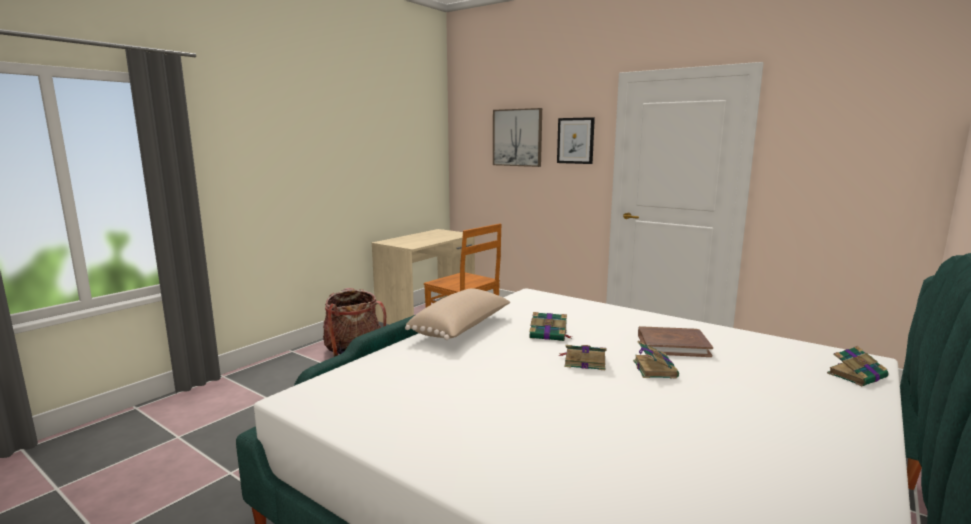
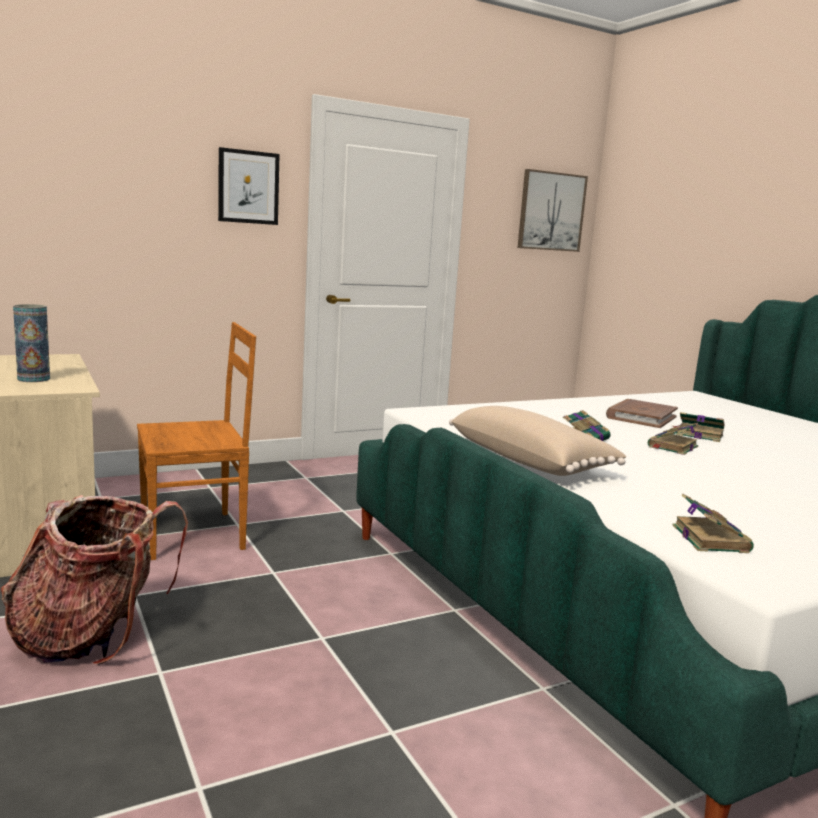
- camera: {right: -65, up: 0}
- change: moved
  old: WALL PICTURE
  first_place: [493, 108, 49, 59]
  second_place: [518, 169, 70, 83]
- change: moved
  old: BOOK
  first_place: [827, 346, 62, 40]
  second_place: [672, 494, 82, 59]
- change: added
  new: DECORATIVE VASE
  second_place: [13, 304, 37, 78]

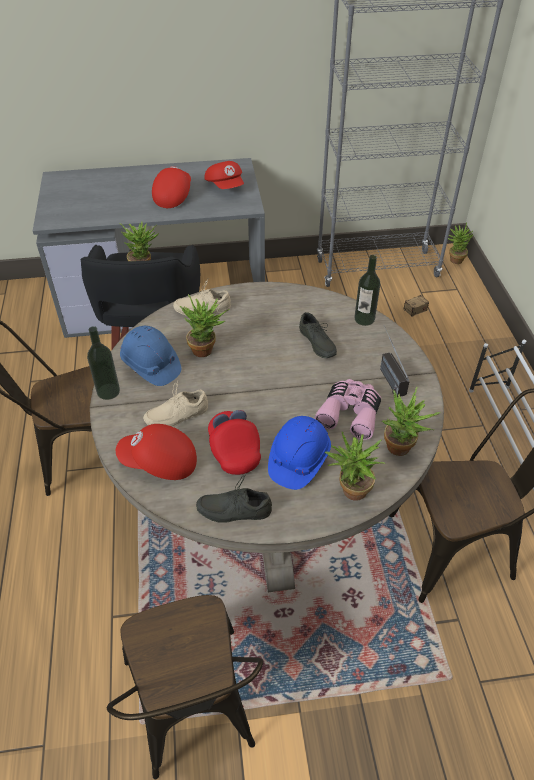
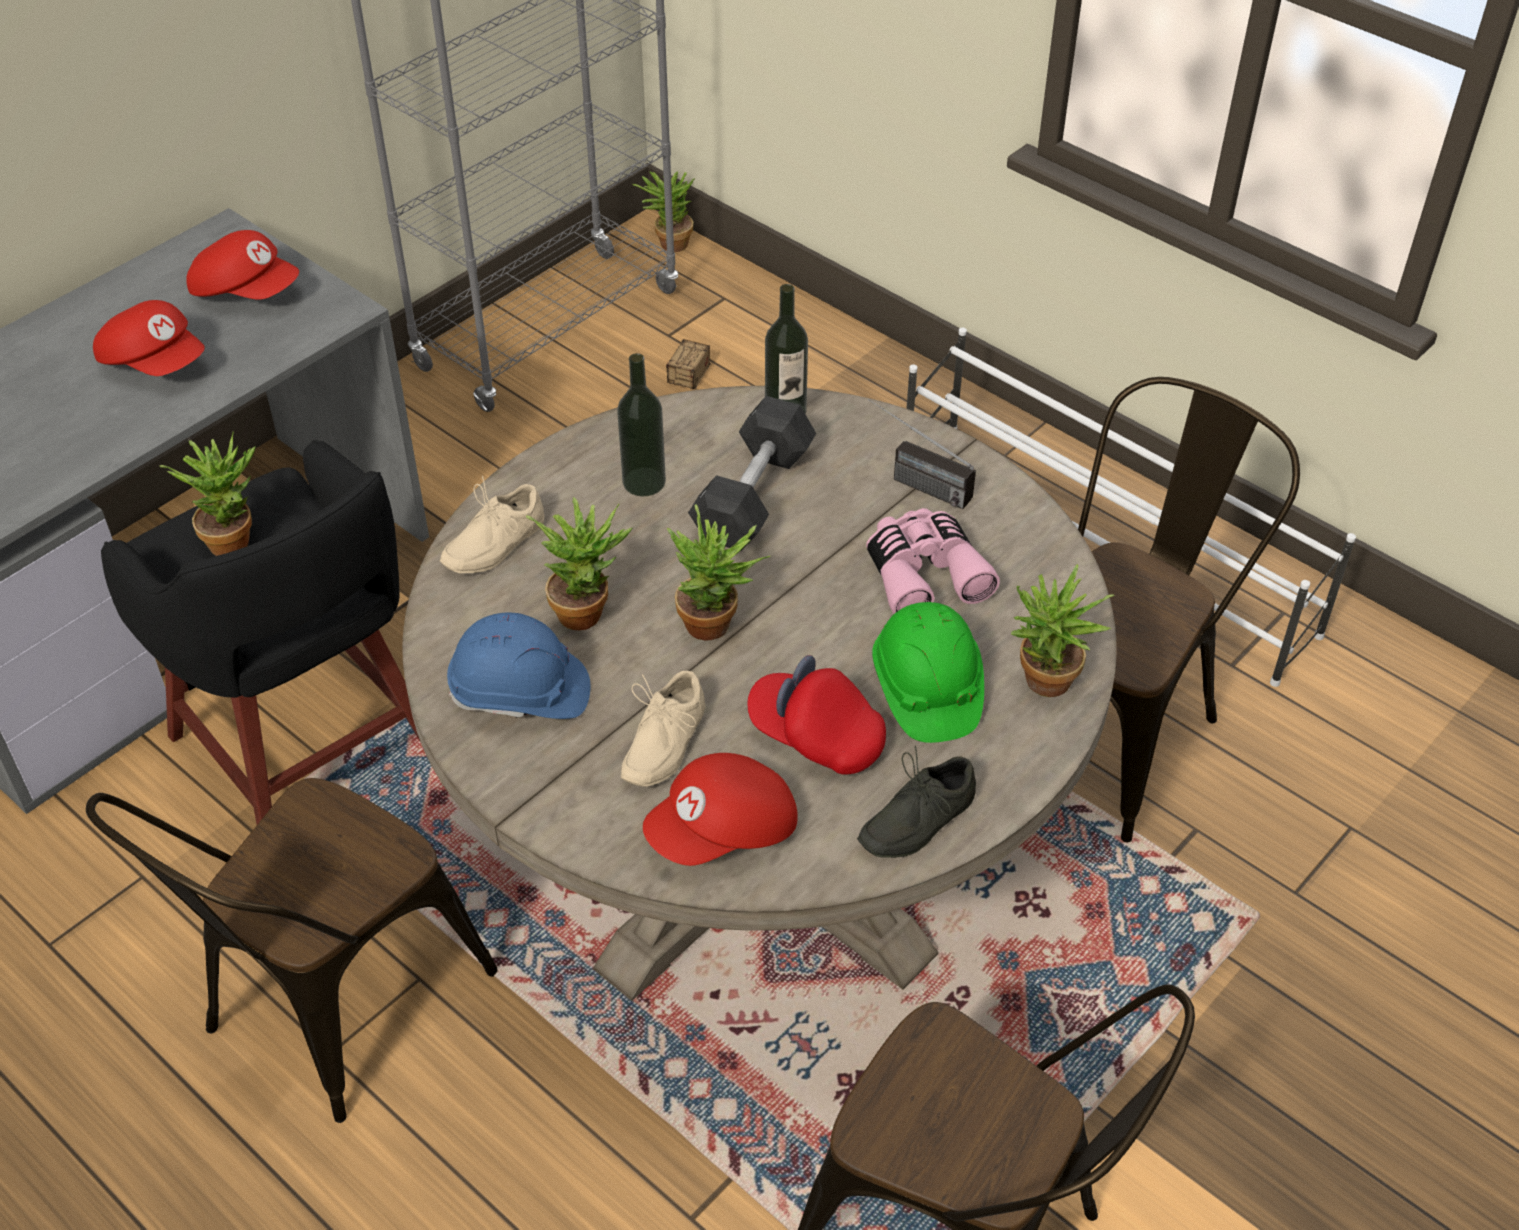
- camera: {right: -40, up: 0}
- change: moved
  old: BEVERAGE BOTTLE
  first_place: [87, 326, 33, 74]
  second_place: [617, 353, 49, 143]
- change: turned
  old: RED BASEBALL CAP
  first_place: [152, 166, 39, 42]
  second_place: [93, 300, 112, 76]
  degrees: 150
- change: recoloured
  old: BLUE WORK HELMET
  new: GREEN WORK HELMET
  first_place: [268, 416, 63, 74]
  second_place: [872, 602, 112, 141]
- change: replaced
  old: GRAY ITEM OF FOOTWEAR
  new: BLACK-COLOURED DUMBBELL
  first_place: [299, 312, 38, 46]
  second_place: [688, 396, 128, 155]
- change: moved
  old: POTTED PLANT
  first_place: [382, 387, 59, 69]
  second_place: [667, 504, 103, 136]

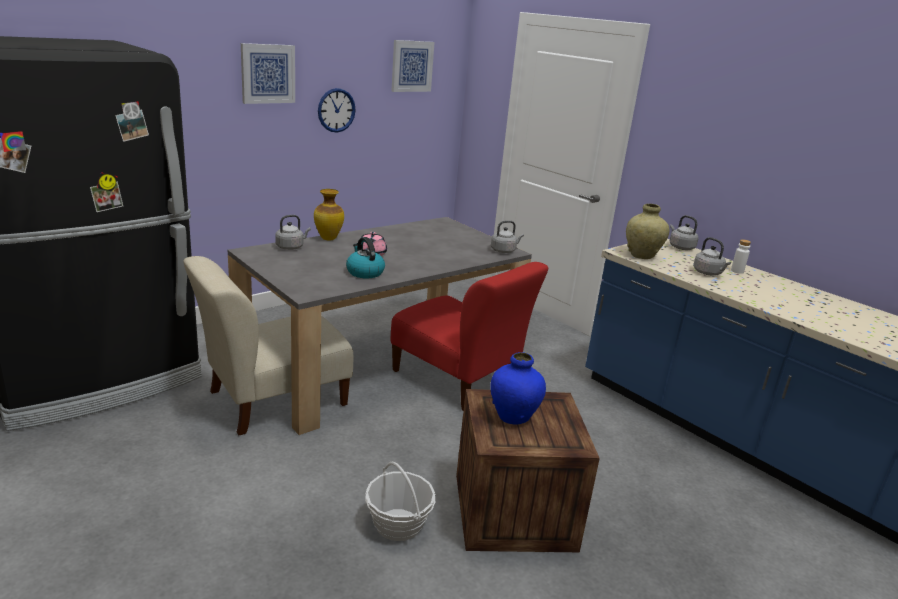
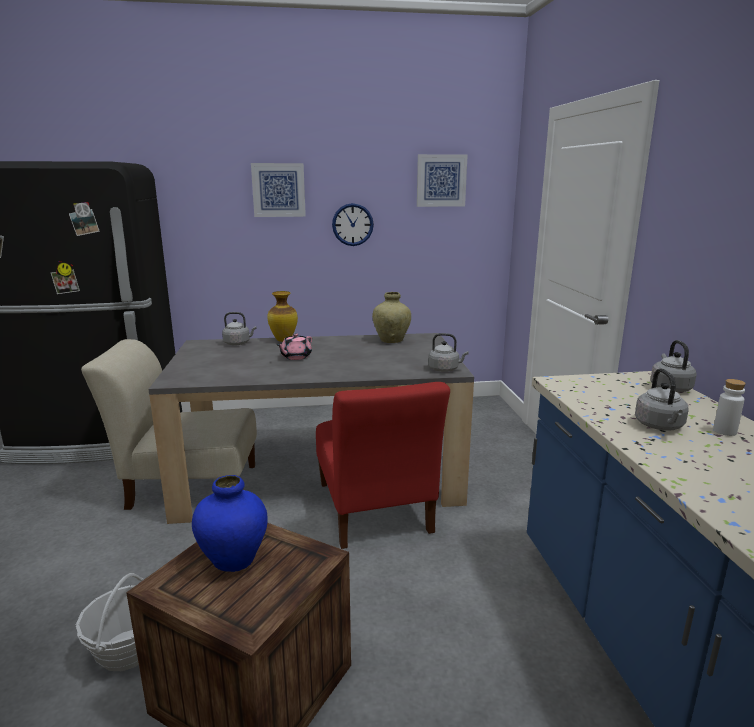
- camera: {right: 35, up: -5}
- change: removed
  old: KETTLE
  first_place: [346, 237, 39, 41]
- change: moved
  old: BEIGE-COLOURED DECORATIVE VASE
  first_place: [626, 204, 43, 55]
  second_place: [372, 292, 39, 51]

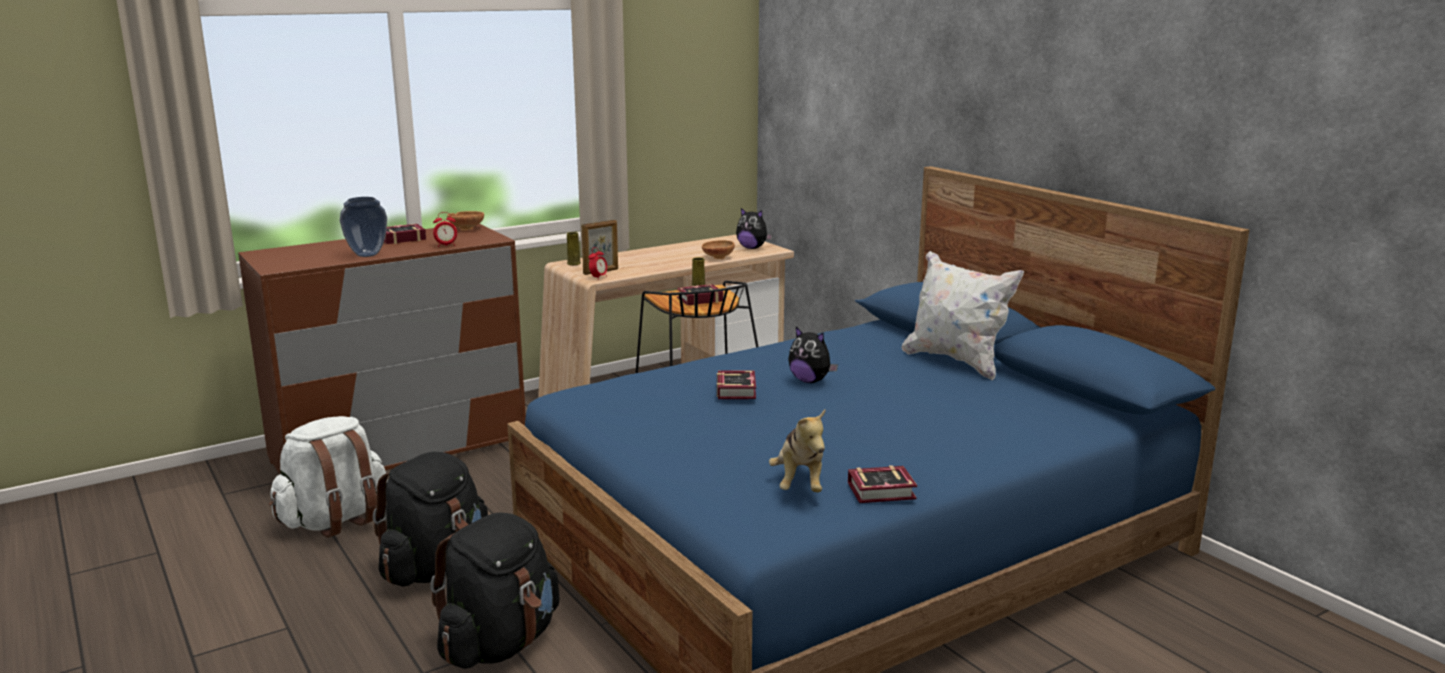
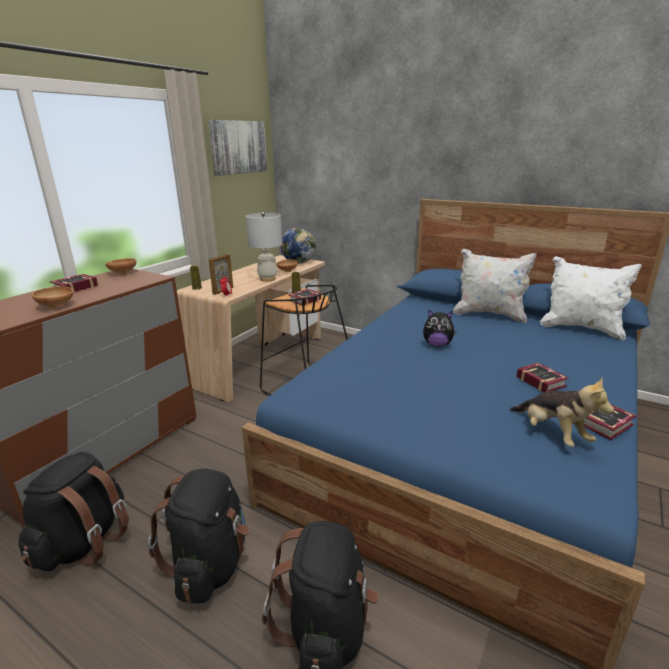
- camera: {right: -25, up: 5}
- change: recoloured
  old: WHITISH BACKPACK
  new: BLACK-COLOURED BACKPACK
  first_place: [269, 416, 119, 122]
  second_place: [19, 452, 110, 119]
- change: replaced
  old: DECORATIVE VASE
  new: BROWNISH DEEP DISH
  first_place: [340, 197, 47, 60]
  second_place: [32, 286, 41, 22]
- change: removed
  old: BEDSIDE CLOCK
  first_place: [433, 212, 24, 35]
- change: moved
  old: BOOK
  first_place: [717, 370, 39, 29]
  second_place: [516, 363, 53, 29]
- change: replaced
  old: CUDDLY TOY
  new: GLOBE
  first_place: [736, 208, 37, 41]
  second_place: [280, 228, 36, 36]
- change: added
  new: WALL PICTURE
  second_place: [208, 120, 59, 56]
- change: added
  new: WHITISH LAMP FOR A TABLE
  second_place: [246, 212, 36, 70]
- change: added
  new: WHITISH PILLOW
  second_place: [540, 256, 101, 84]

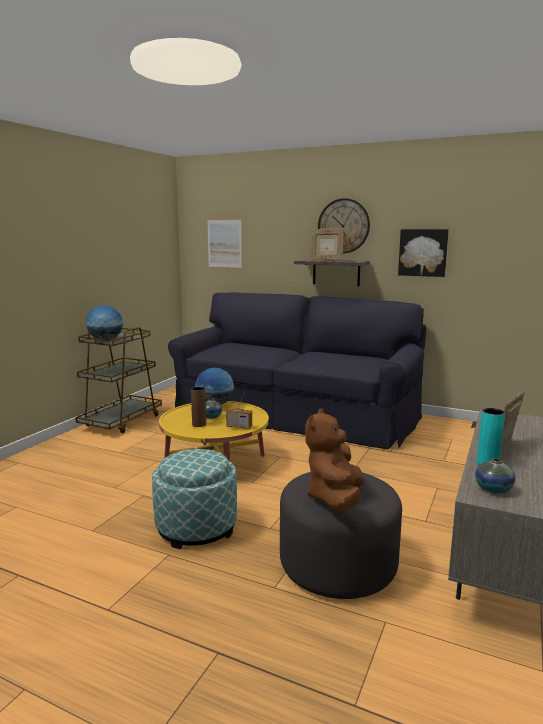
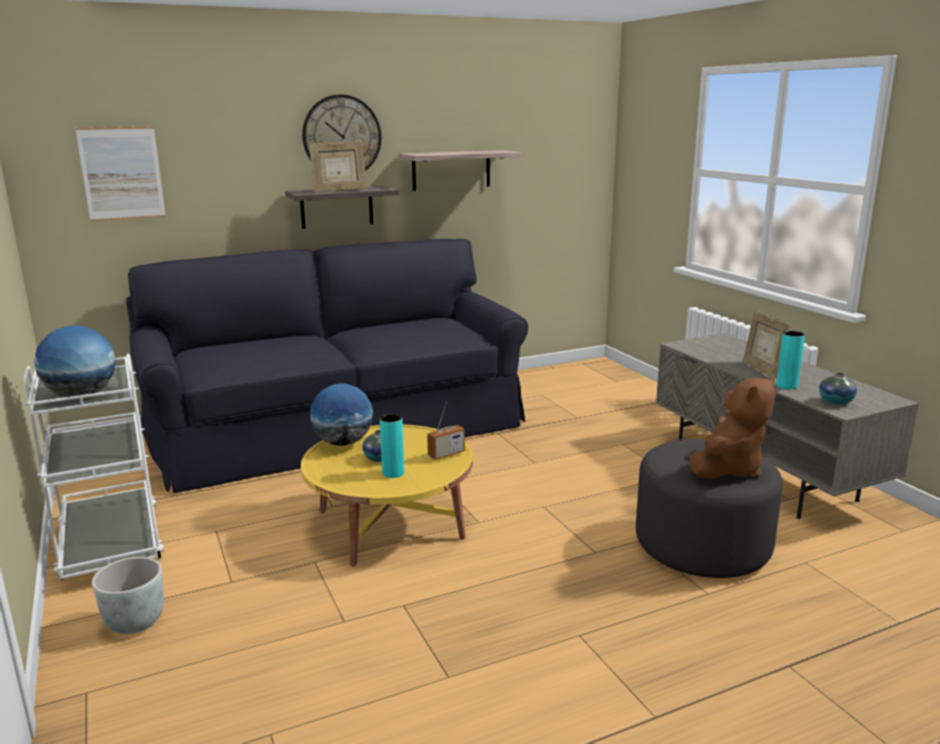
- camera: {right: -50, up: 5}
- change: recoloured
  old: BROWNISH CART
  new: WHITISH CART
  first_place: [75, 327, 87, 106]
  second_place: [24, 354, 140, 226]
- change: removed
  old: OTTOMAN
  first_place: [152, 449, 85, 100]
- change: recoloured
  old: BROWNISH DECORATIVE VASE
  new: BLUE-GREEN DECORATIVE VASE
  first_place: [191, 386, 15, 41]
  second_place: [380, 414, 24, 64]
- change: turned
  old: BROWNISH CUDDLY TOY
  first_place: [305, 409, 59, 102]
  second_place: [689, 376, 87, 103]
  degrees: -105
- change: replaced
  old: WALL PICTURE
  new: BRACKET SHELF
  first_place: [398, 229, 51, 48]
  second_place: [399, 150, 121, 41]
- change: added
  new: GRAY FLOWER POT
  second_place: [92, 557, 72, 77]

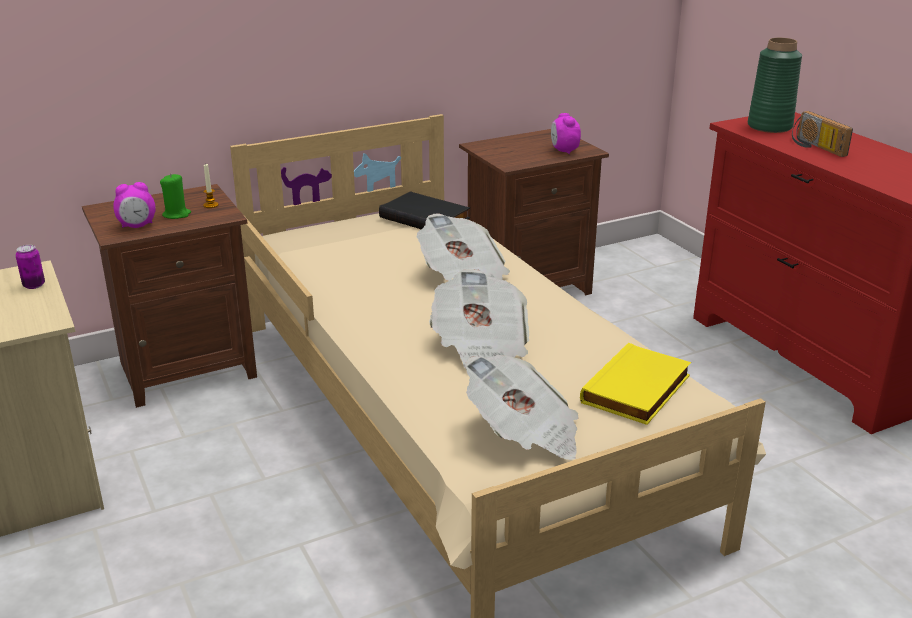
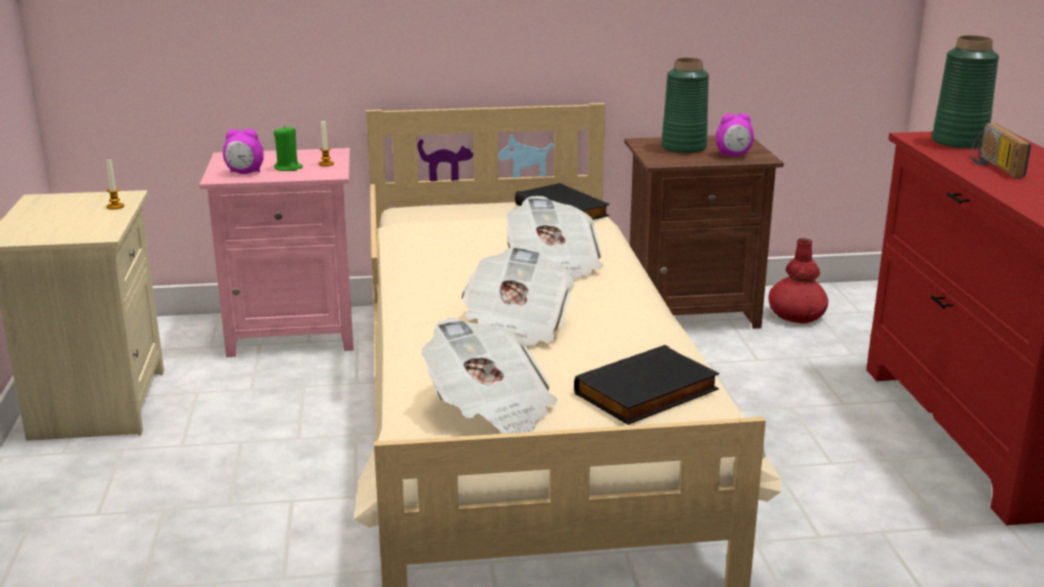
- camera: {right: 20, up: -5}
- change: replaced
  old: METAL CAN
  new: WAX CANDLE
  first_place: [16, 245, 29, 44]
  second_place: [106, 158, 18, 52]
- change: recoloured
  old: BROWNISH BEDSIDE TABLE
  new: PINKISH BEDSIDE TABLE
  first_place: [82, 184, 175, 224]
  second_place: [200, 148, 154, 209]
- change: turned
  old: BEDSIDE CLOCK
  first_place: [551, 113, 30, 41]
  second_place: [716, 113, 38, 43]
  degrees: -105
- change: recoloured
  old: YELLOW BOOK
  new: BLACK-COLOURED BOOK
  first_place: [580, 343, 111, 82]
  second_place: [574, 345, 146, 80]
- change: added
  new: GREEN DECORATIVE VASE
  second_place: [661, 58, 48, 96]
- change: added
  new: RED DECORATIVE VASE
  second_place: [768, 238, 60, 86]

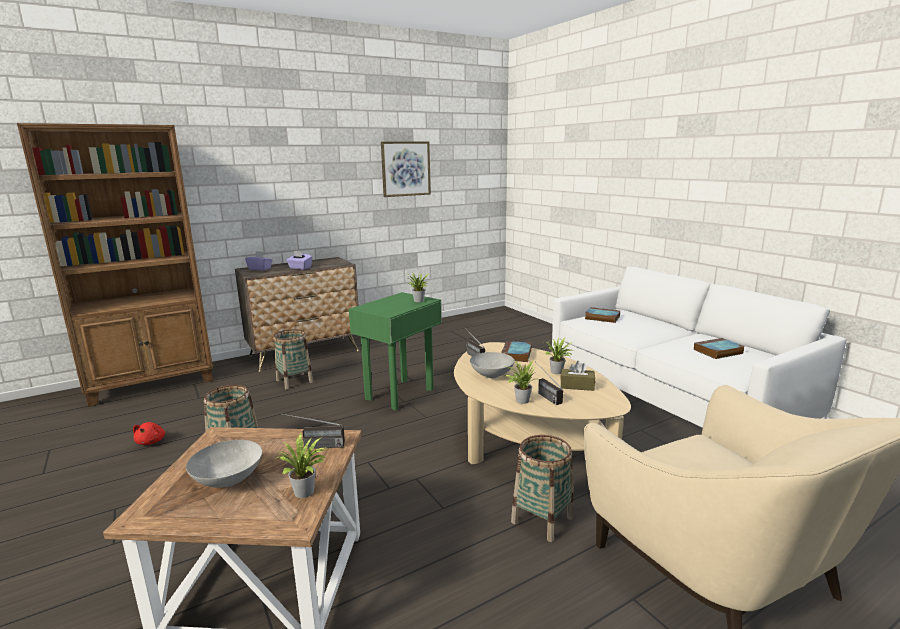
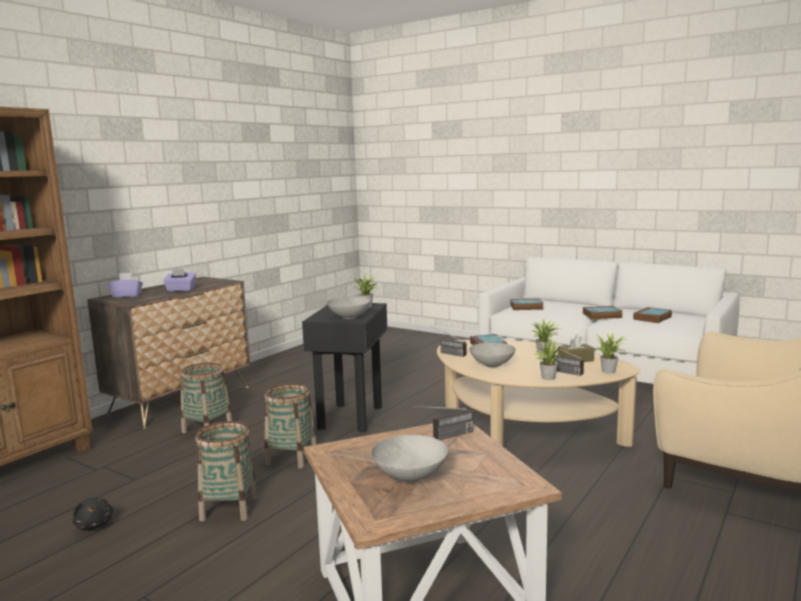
- camera: {right: -25, up: -5}
- change: recoloured
  old: RED CUDDLY TOY
  new: BLACK-COLOURED CUDDLY TOY
  first_place: [133, 422, 32, 23]
  second_place: [72, 497, 41, 33]
- change: moved
  old: POTTED PLANT
  first_place: [275, 433, 51, 65]
  second_place: [596, 333, 31, 40]
- change: recoloured
  old: GREEN SIDE TABLE
  new: BLACK-COLOURED SIDE TABLE
  first_place: [349, 292, 93, 119]
  second_place: [302, 303, 86, 129]
- change: removed
  old: WALL PICTURE
  first_place: [381, 141, 50, 56]
- change: moved
  old: BASKET
  first_place: [511, 435, 63, 107]
  second_place: [265, 383, 52, 86]
- change: added
  new: GRAY DEEP DISH
  second_place: [327, 297, 44, 22]
- change: added
  new: BOOK
  second_place: [583, 306, 39, 13]

